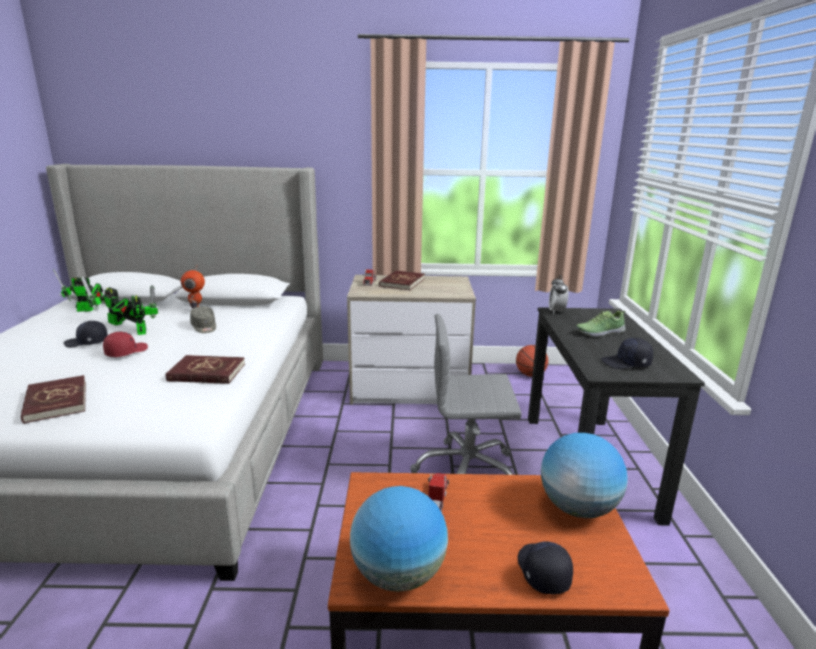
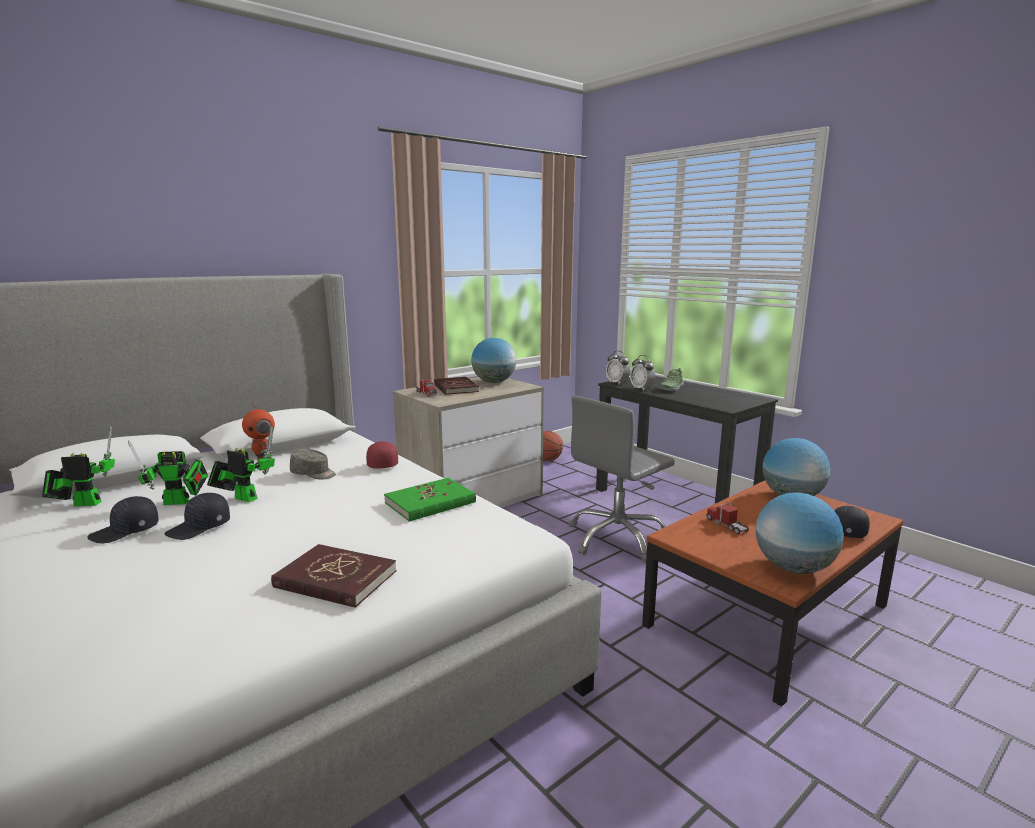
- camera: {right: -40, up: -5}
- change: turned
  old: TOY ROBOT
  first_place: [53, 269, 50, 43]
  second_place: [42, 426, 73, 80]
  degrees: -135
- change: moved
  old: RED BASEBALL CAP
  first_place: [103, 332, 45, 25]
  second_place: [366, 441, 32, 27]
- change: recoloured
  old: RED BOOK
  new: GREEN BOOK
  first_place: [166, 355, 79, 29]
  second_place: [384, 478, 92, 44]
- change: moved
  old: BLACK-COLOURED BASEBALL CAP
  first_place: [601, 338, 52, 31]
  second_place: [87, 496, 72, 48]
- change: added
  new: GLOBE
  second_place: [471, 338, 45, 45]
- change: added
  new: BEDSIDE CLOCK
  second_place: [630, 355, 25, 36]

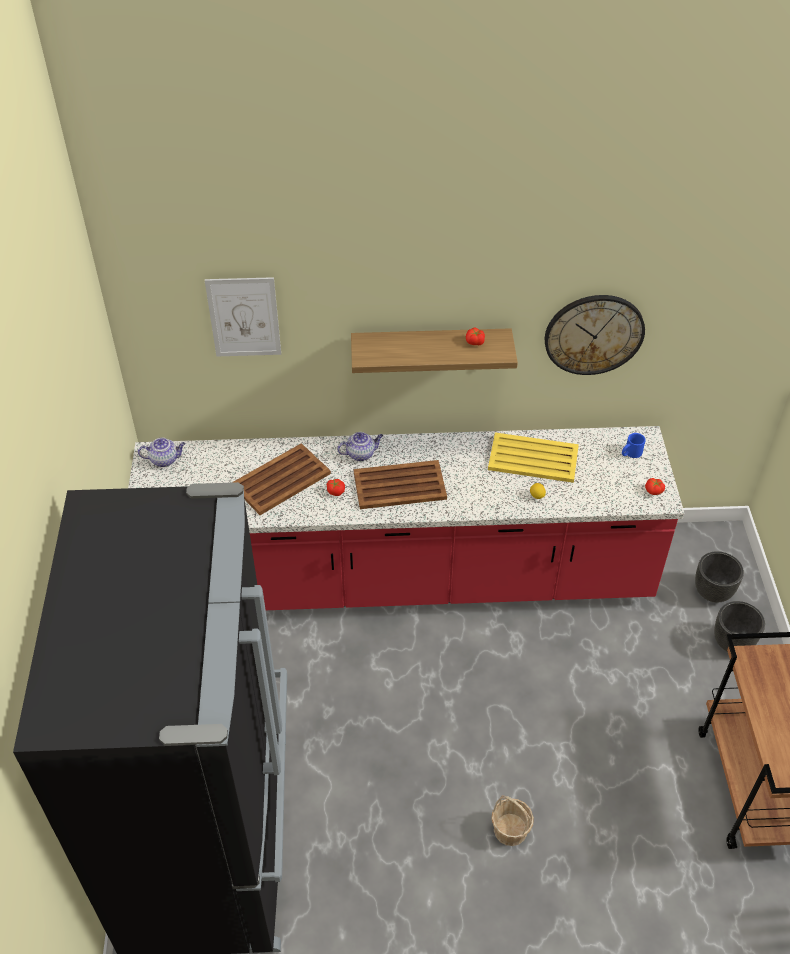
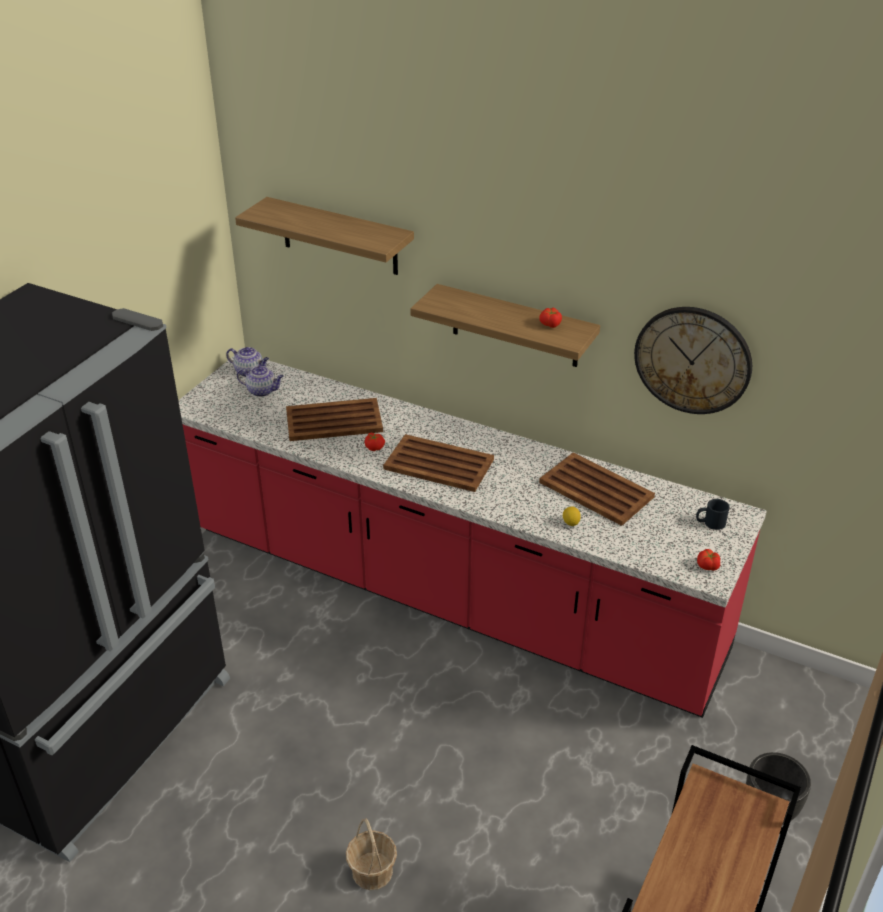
- camera: {right: 30, up: -10}
- change: replaced
  old: WALL PICTURE
  new: BRACKET SHELF
  first_place: [205, 277, 76, 79]
  second_place: [235, 197, 179, 78]
- change: moved
  old: POT FOR TEA
  first_place: [337, 432, 46, 29]
  second_place: [237, 366, 47, 31]
- change: recoloured
  old: YELLOW TRAY
  new: BROWNISH TRAY
  first_place: [488, 433, 91, 50]
  second_place: [539, 453, 116, 73]
- change: recoloured
  old: BLUE TEA MUG
  new: BLACK-COLOURED TEA MUG
  first_place: [622, 433, 24, 25]
  second_place: [696, 499, 34, 31]
- change: removed
  old: BLACK-COLOURED FLOWER POT
  first_place: [695, 551, 49, 51]

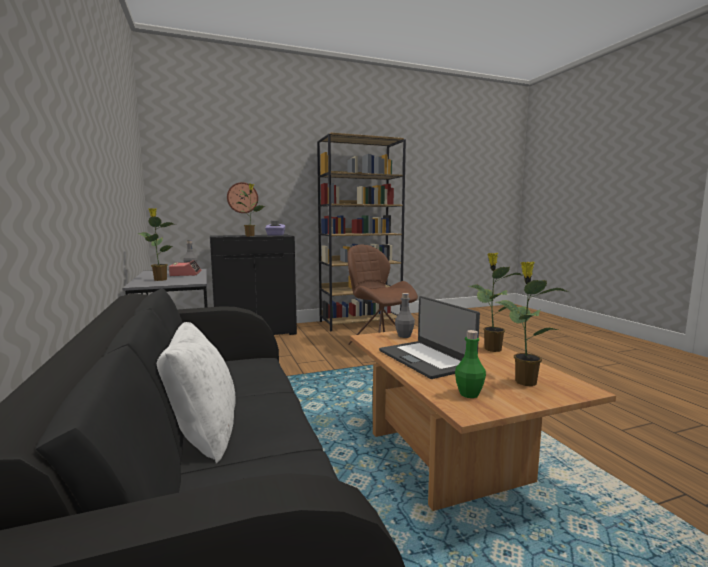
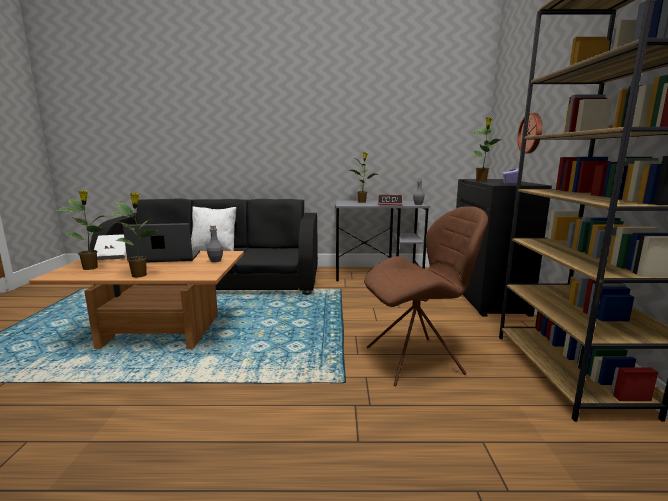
- camera: {right: 110, up: 5}
- change: replaced
  old: GREEN BEVERAGE BOTTLE
  new: WHITISH BOOK
  first_place: [455, 330, 31, 68]
  second_place: [94, 234, 32, 27]

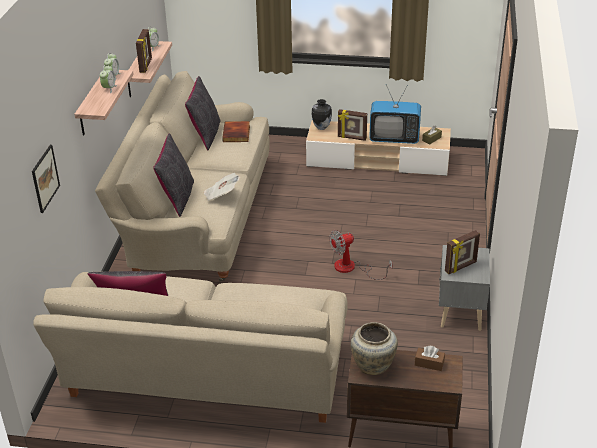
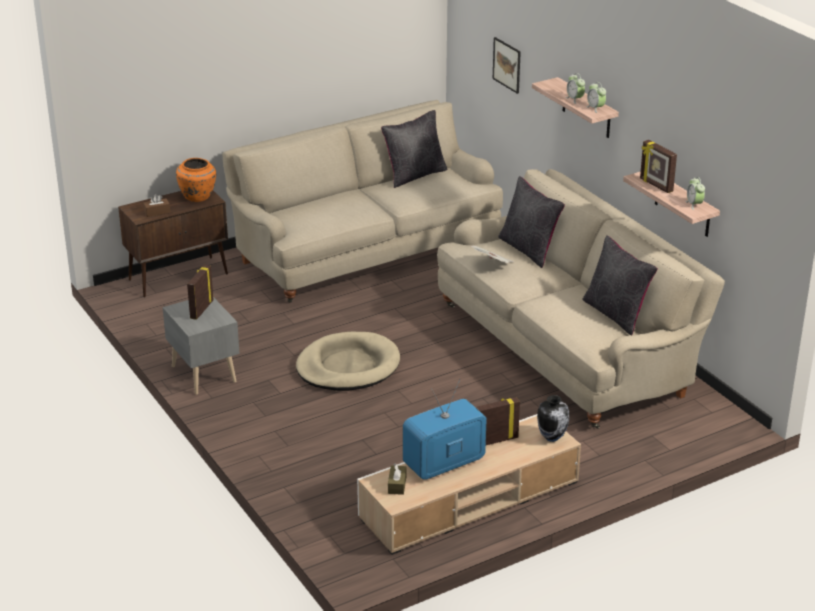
- camera: {right: 140, up: -5}
- change: removed
  old: BOOK
  first_place: [222, 121, 28, 21]
- change: replaced
  old: FAN
  new: BEIGE-COLOURED PET BED
  first_place: [330, 230, 63, 50]
  second_place: [296, 332, 104, 59]
- change: recoloured
  old: BEIGE-COLOURED DECORATIVE VASE
  new: ORANGEY DECORATIVE VASE
  first_place: [351, 322, 47, 53]
  second_place: [176, 158, 40, 44]

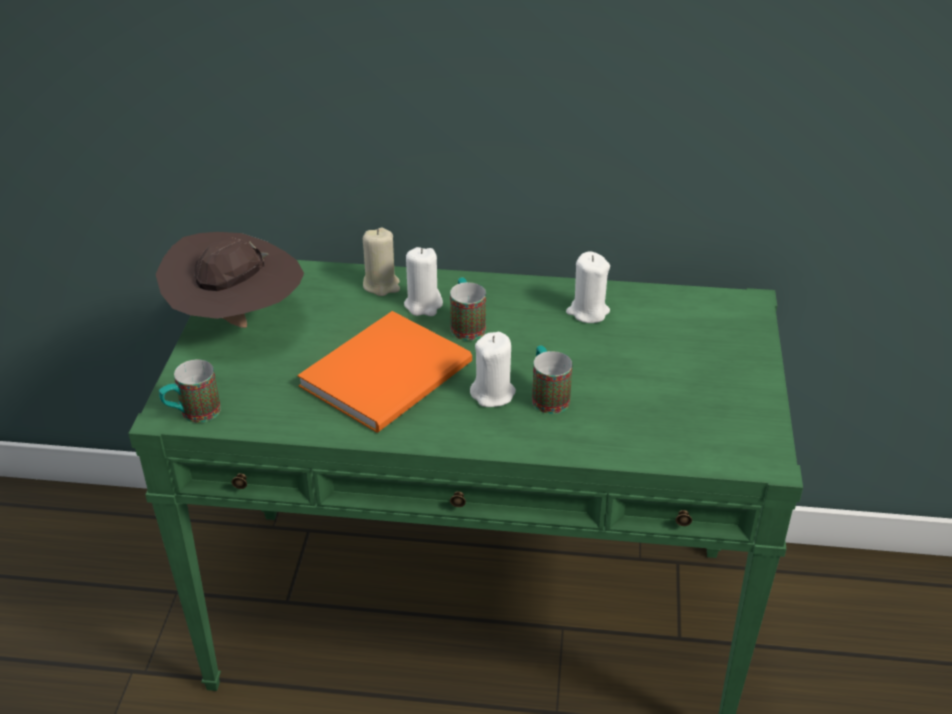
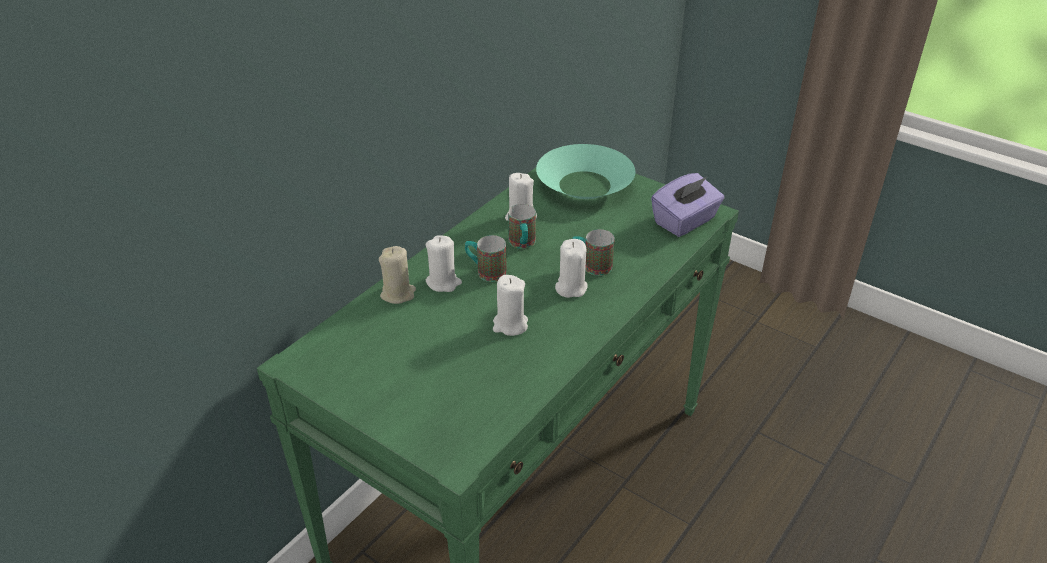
- camera: {right: -60, up: 0}
- change: removed
  old: BROWNISH WEARABLE HAT
  first_place: [156, 232, 148, 96]
- change: moved
  old: TEA MUG
  first_place: [159, 359, 62, 64]
  second_place: [508, 204, 28, 45]
- change: replaced
  old: ORANGEY BOOK
  new: WHITISH WAX CANDLE
  first_place: [297, 311, 175, 122]
  second_place: [493, 275, 35, 61]
- change: added
  new: BLUE-GREEN DEEP DISH
  second_place: [536, 144, 99, 55]
- change: added
  new: PURPLE BOX OF TISSUES
  second_place: [651, 173, 73, 64]

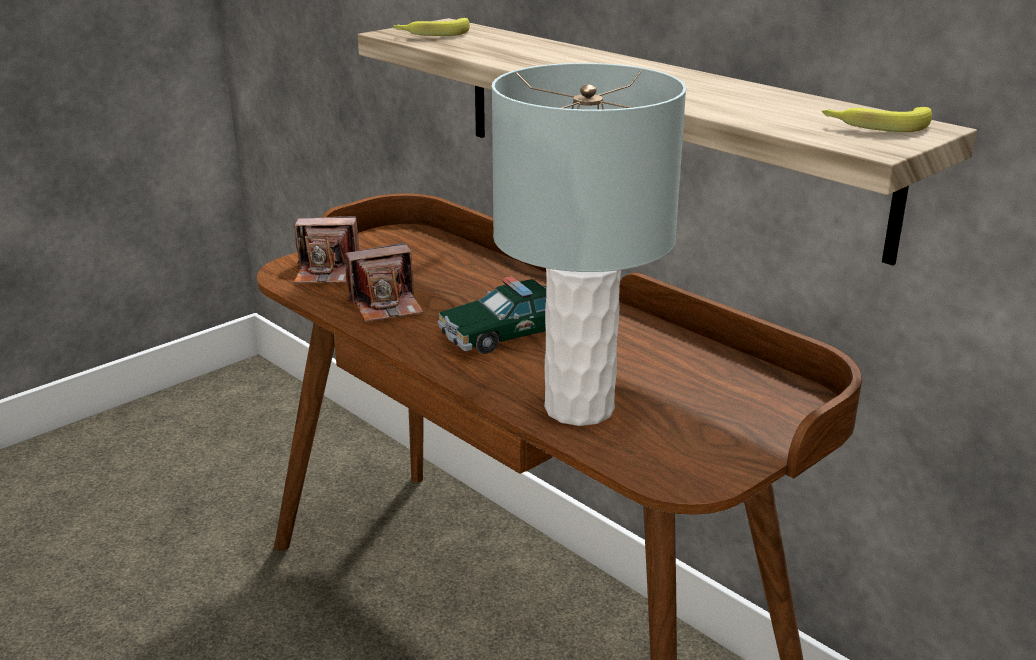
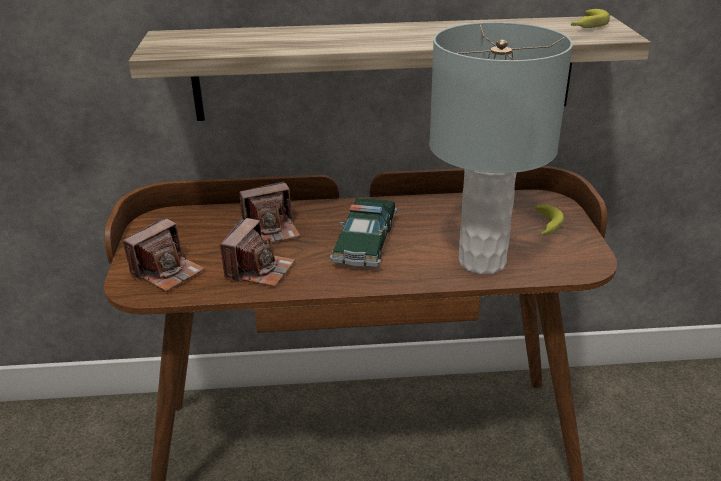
- camera: {right: -50, up: 5}
- change: moved
  old: BANANA
  first_place: [393, 18, 77, 18]
  second_place: [534, 204, 30, 32]
- change: added
  new: STILL CAMERA
  second_place: [239, 182, 61, 62]

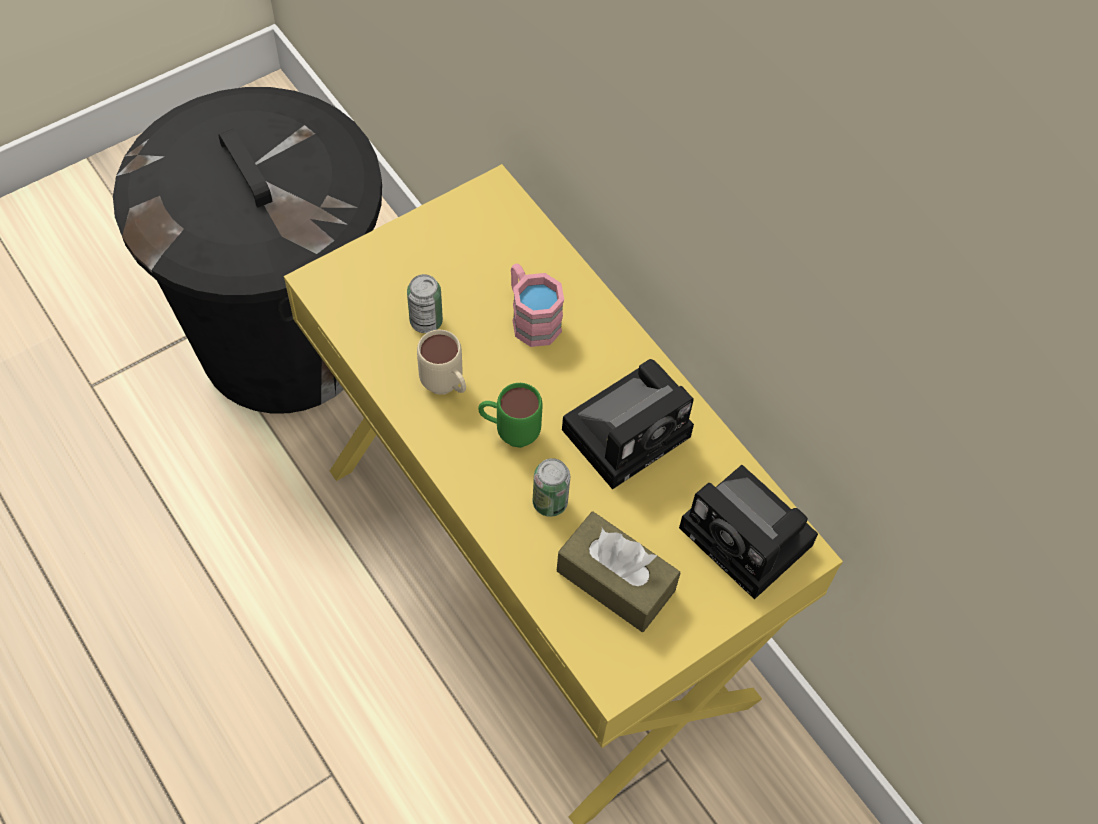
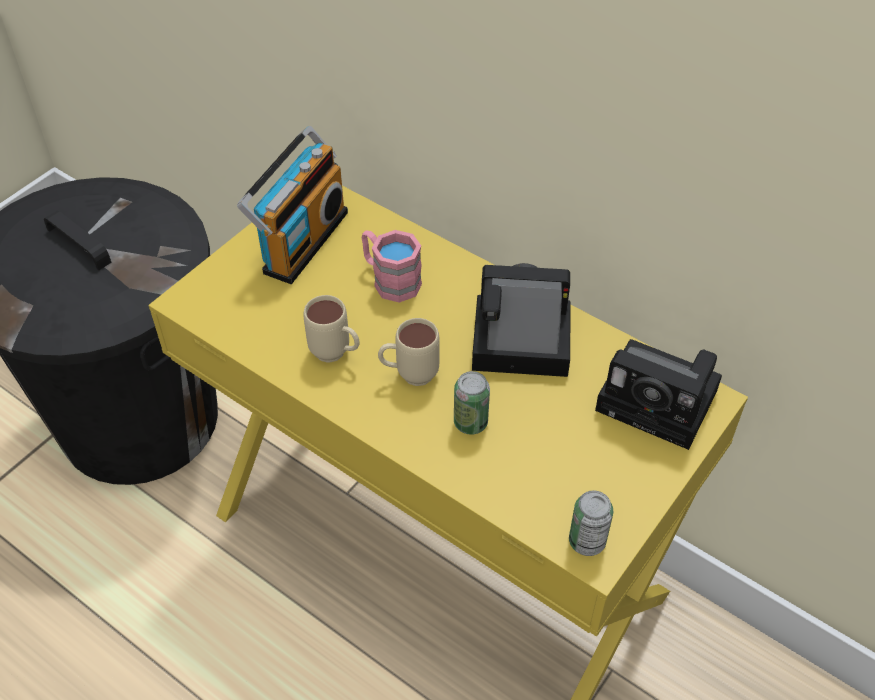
- camera: {right: -15, up: -10}
- change: moved
  old: METAL CAN
  first_place: [407, 274, 36, 59]
  second_place: [569, 490, 44, 66]
- change: recoloured
  old: GREEN TEA MUG
  new: BEIGE-COLOURED TEA MUG
  first_place: [478, 383, 64, 65]
  second_place: [378, 318, 62, 68]
- change: removed
  old: BROWNISH BOX OF TISSUES
  first_place: [557, 512, 123, 120]
- change: turned
  old: STILL CAMERA
  first_place: [562, 359, 132, 131]
  second_place: [472, 263, 99, 114]
  degrees: -120
- change: added
  new: RADIO SET
  second_place: [237, 126, 111, 158]

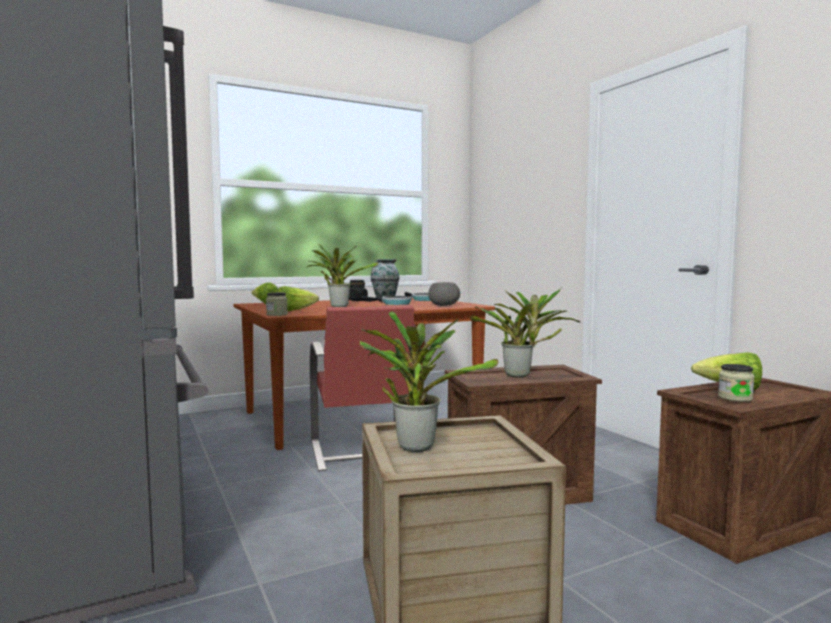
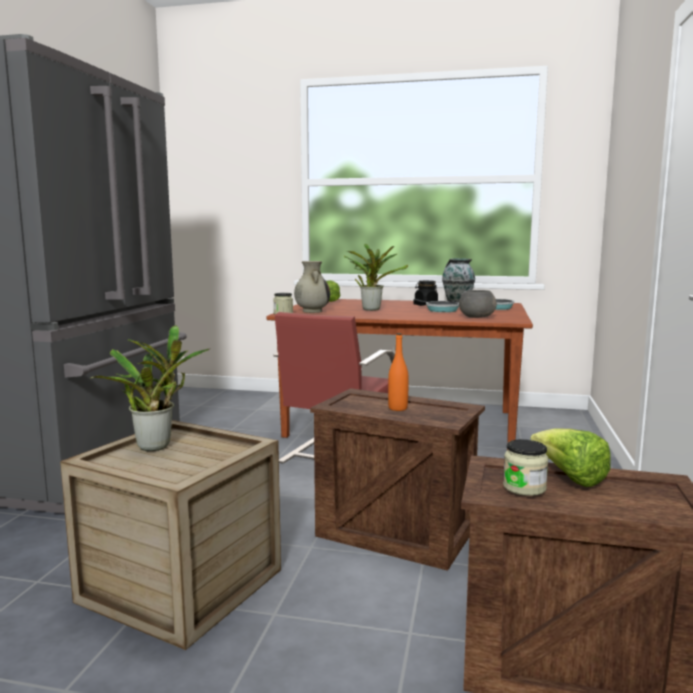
- camera: {right: 40, up: 5}
- change: replaced
  old: LETTUCE
  new: BEIGE-COLOURED DECORATIVE VASE
  first_place: [277, 286, 42, 26]
  second_place: [294, 261, 36, 52]
- change: replaced
  old: POTTED PLANT
  new: ORANGEY BEVERAGE BOTTLE
  first_place: [470, 287, 111, 91]
  second_place: [388, 333, 21, 78]

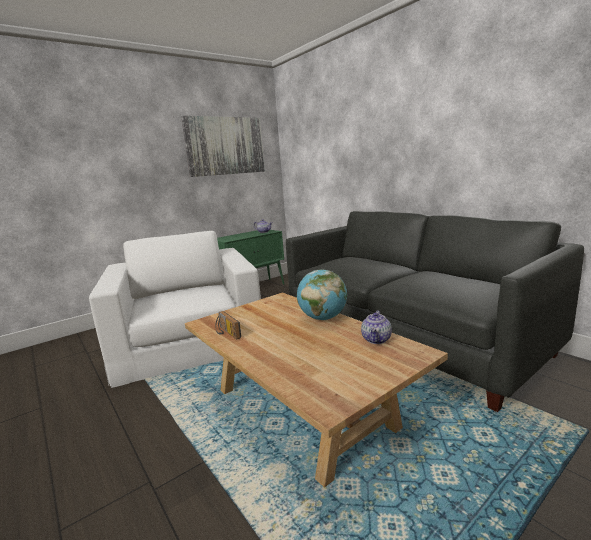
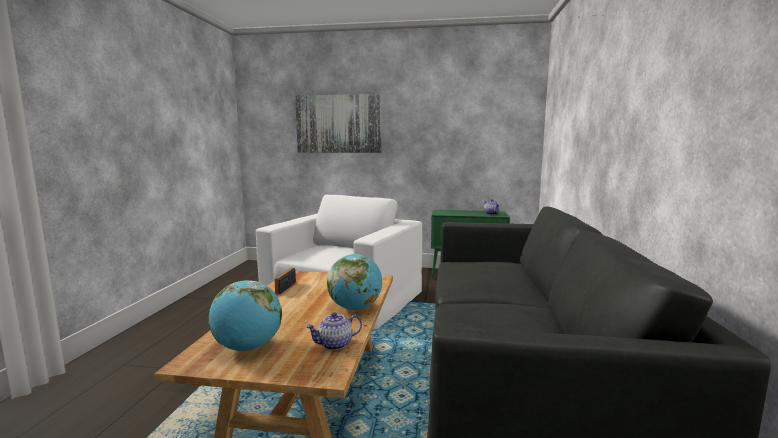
- camera: {right: 45, up: -5}
- change: moved
  old: WALL PICTURE
  first_place: [181, 116, 84, 61]
  second_place: [295, 94, 87, 59]
- change: added
  new: GLOBE
  second_place: [209, 280, 73, 71]

